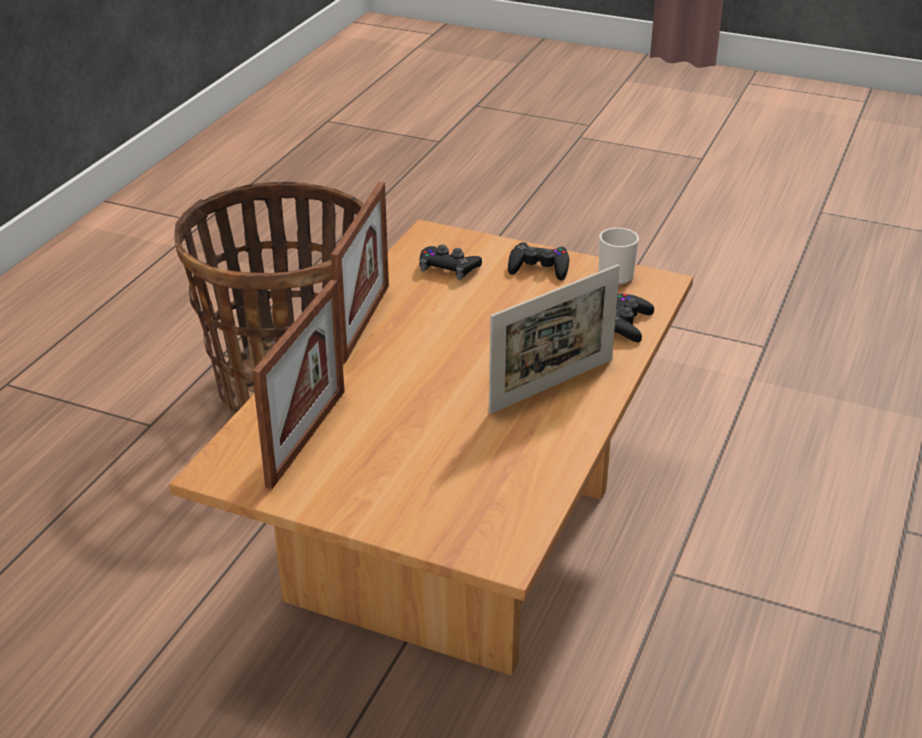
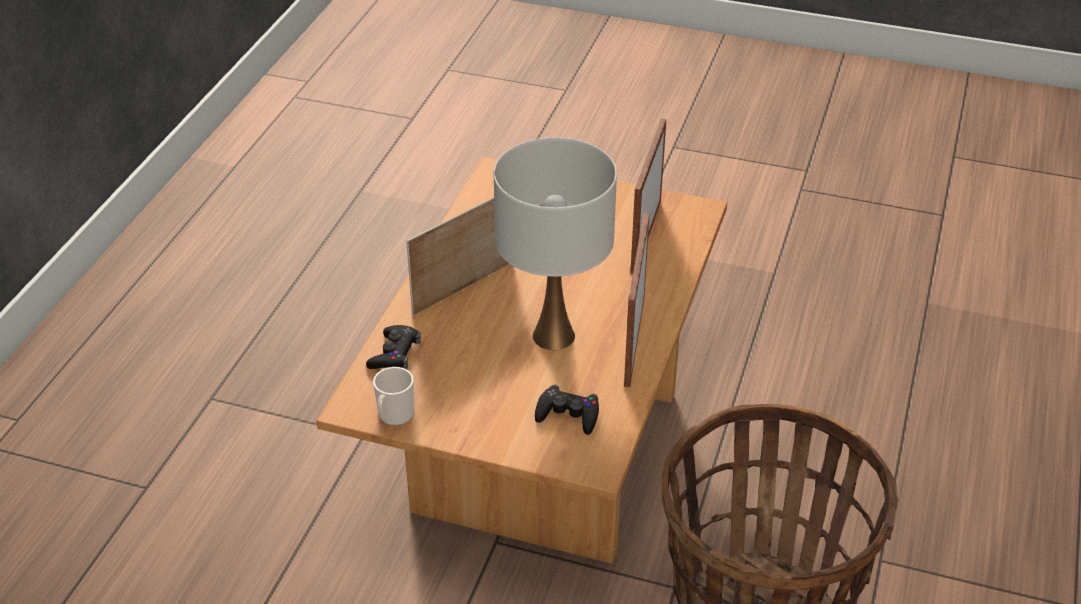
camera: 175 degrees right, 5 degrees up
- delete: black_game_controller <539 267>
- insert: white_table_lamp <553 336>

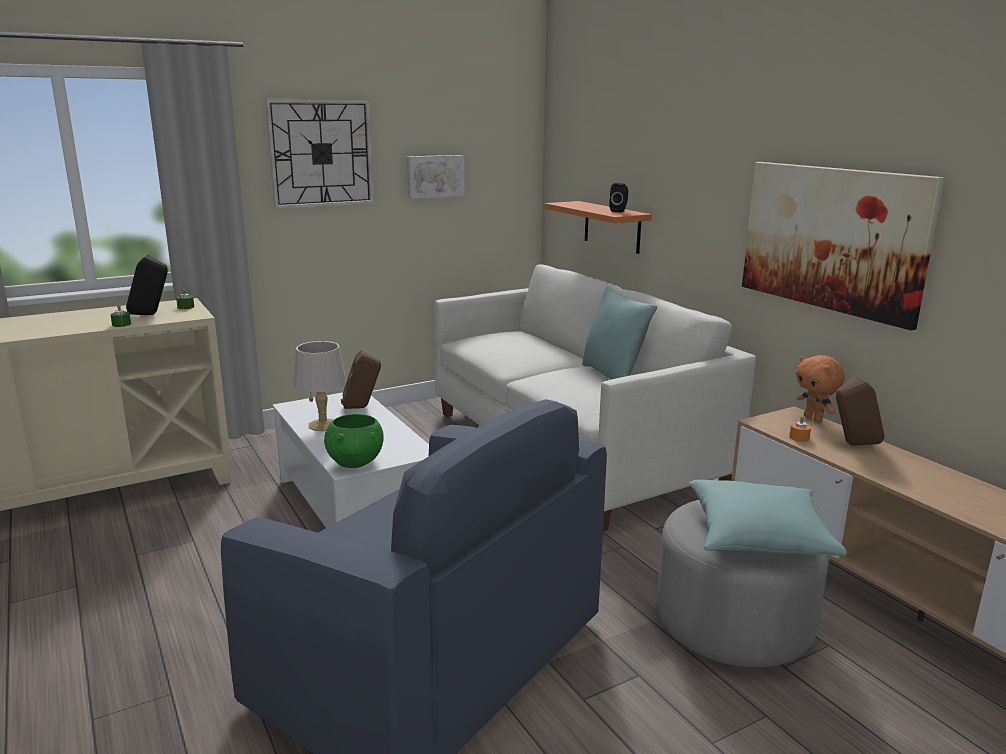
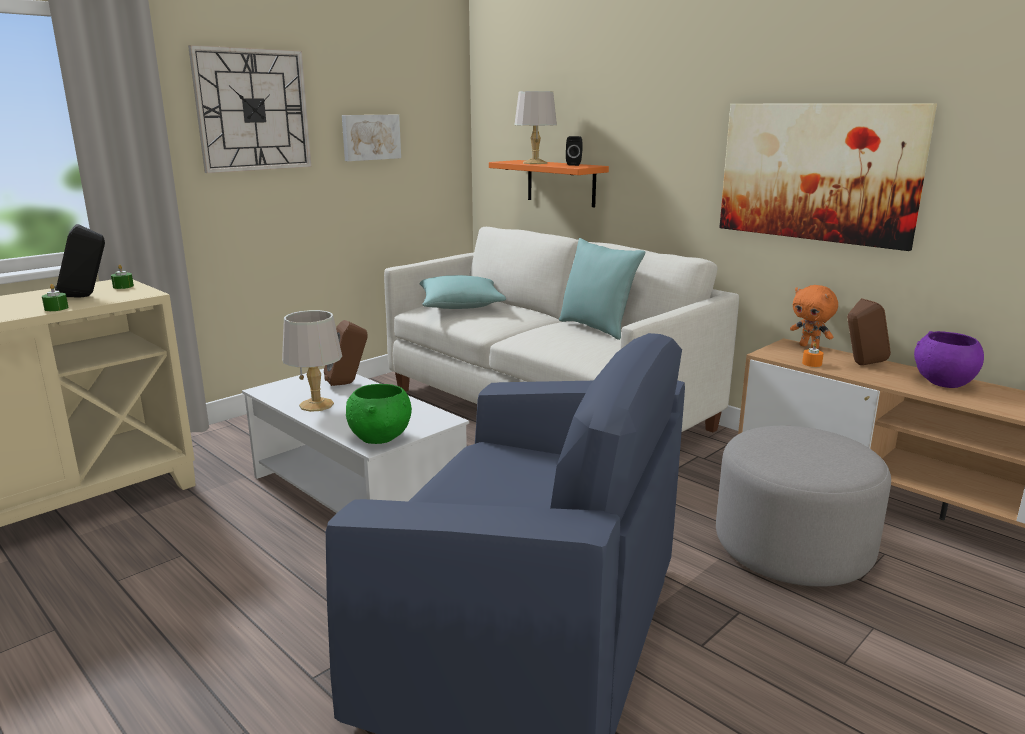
camera: 15 degrees left, 0 degrees up
- move: turquoise_pillow <758 537> to <461 305>
- insert: grey_table_lamp <535 163>
- insert: purple_bowl <943 383>

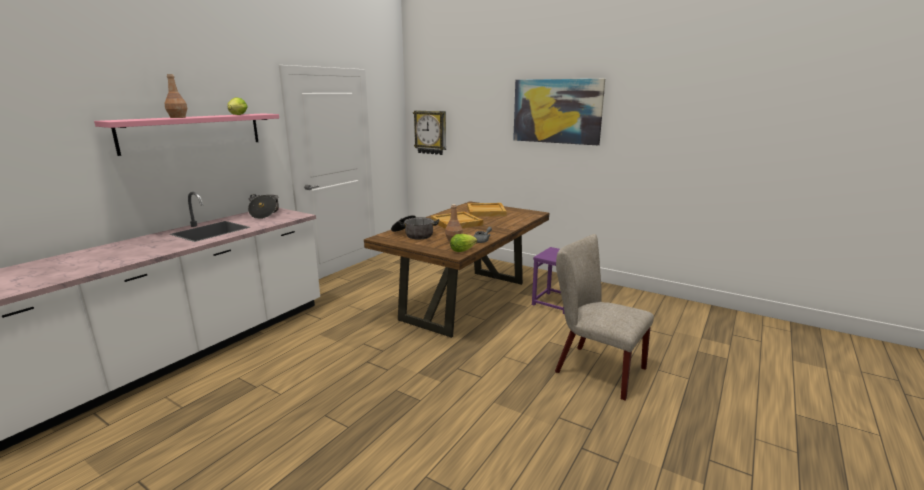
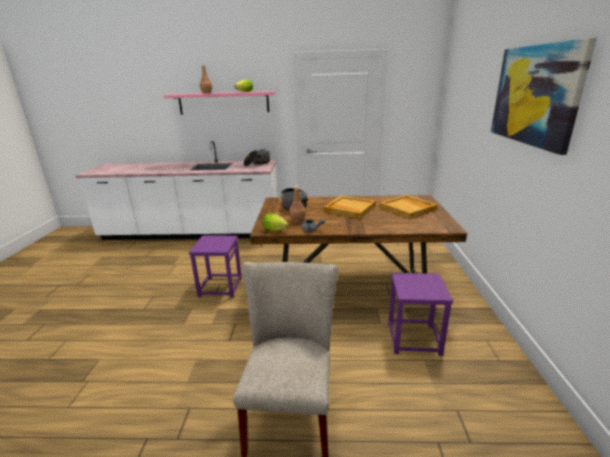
camera: 60 degrees right, 5 degrees up
- delete: wall_clock <431 132>
- insert: purple_stool <220 287>

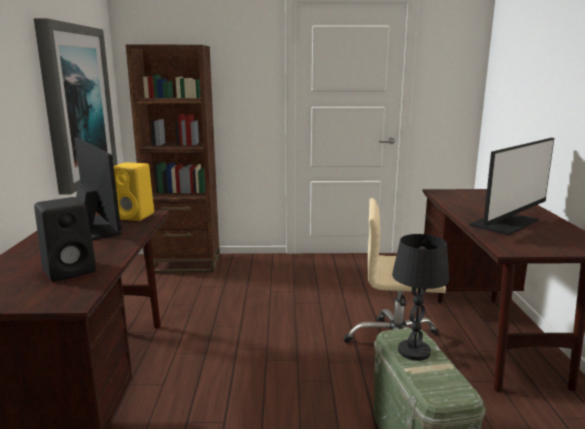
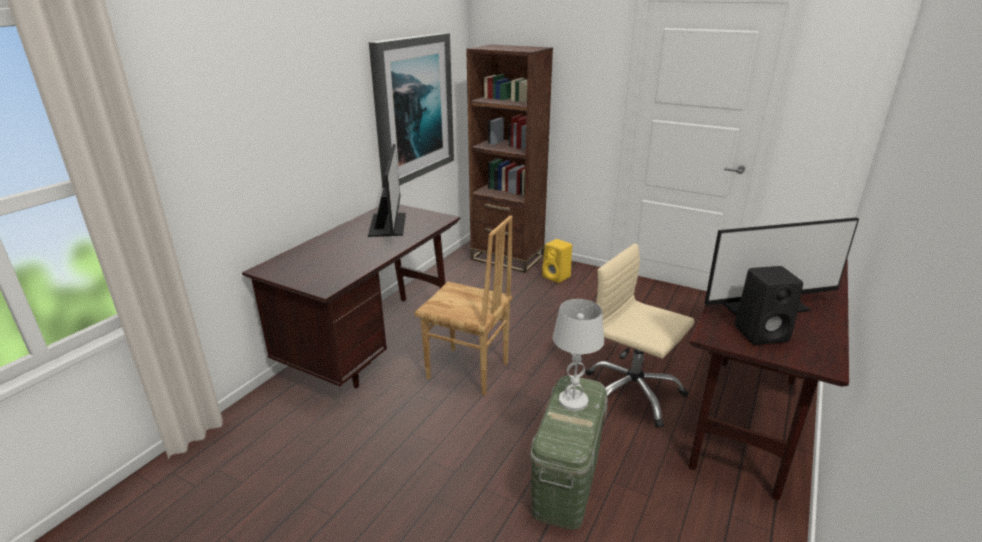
camera: 30 degrees right, 10 degrees up
- move: yellow_speaker <135 216> to <557 277>
- move: black_speaker <71 270> to <762 333>
- recolor: black_table_lamp <414 351> to white_table_lamp <573 401>
- insert: brown_chair <467 372>

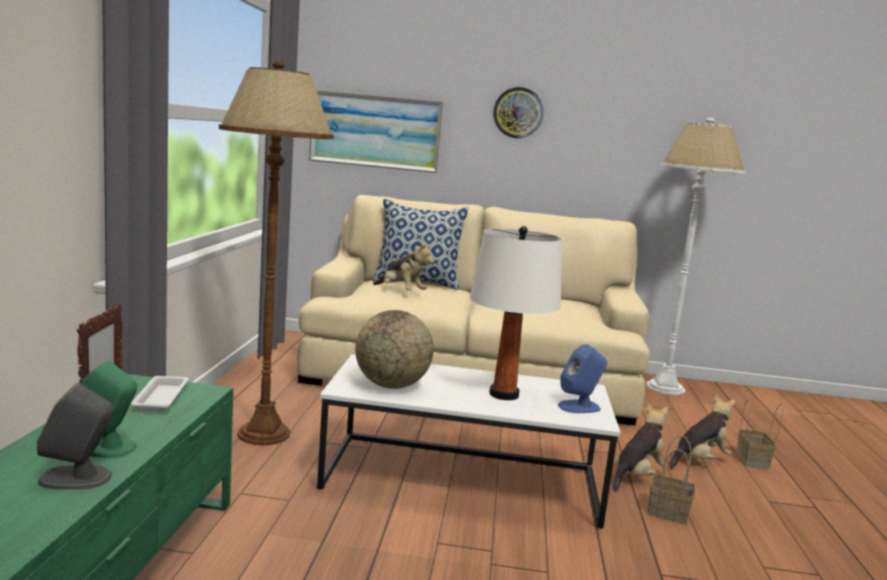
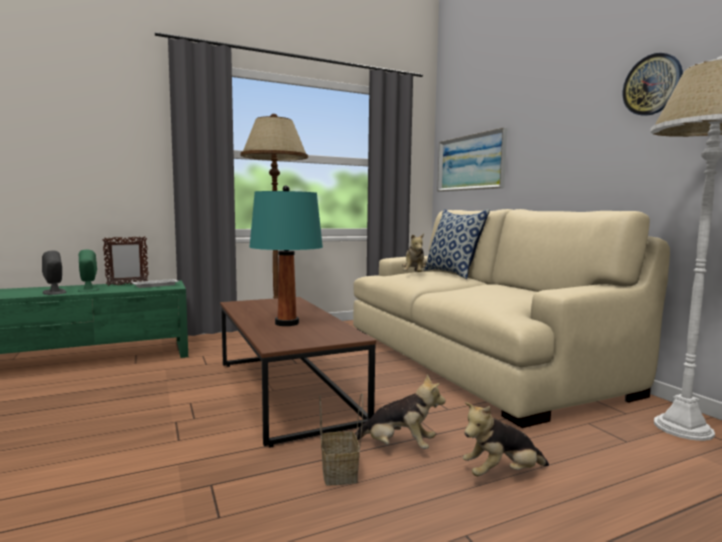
camera: 60 degrees right, 5 degrees down
- move: wall_clock <518 113> to <652 85>
- recolor: white_table_lamp <503 394> to turquoise_table_lamp <286 323>
- delete: globe <391 385>
- delete: blue_speaker <579 407>
- recolor: white_coffee_table <462 480> to brown_coffee_table <286 391>
- rotate: plush_toy <699 460> = <502 474> 135 degrees clockwise
- delete: basket <753 461>

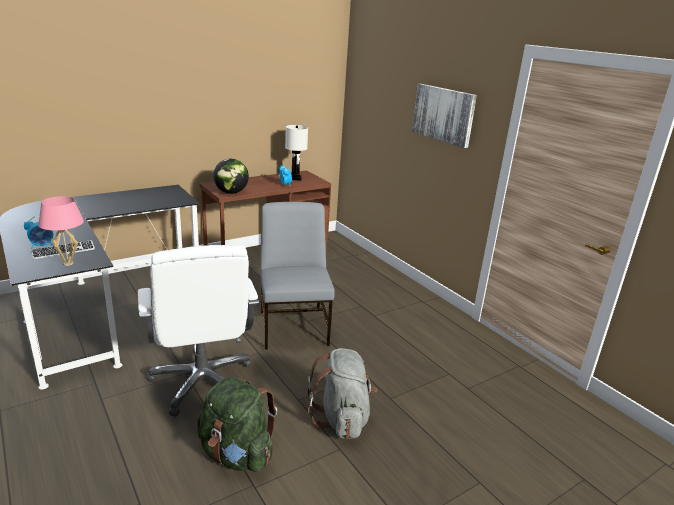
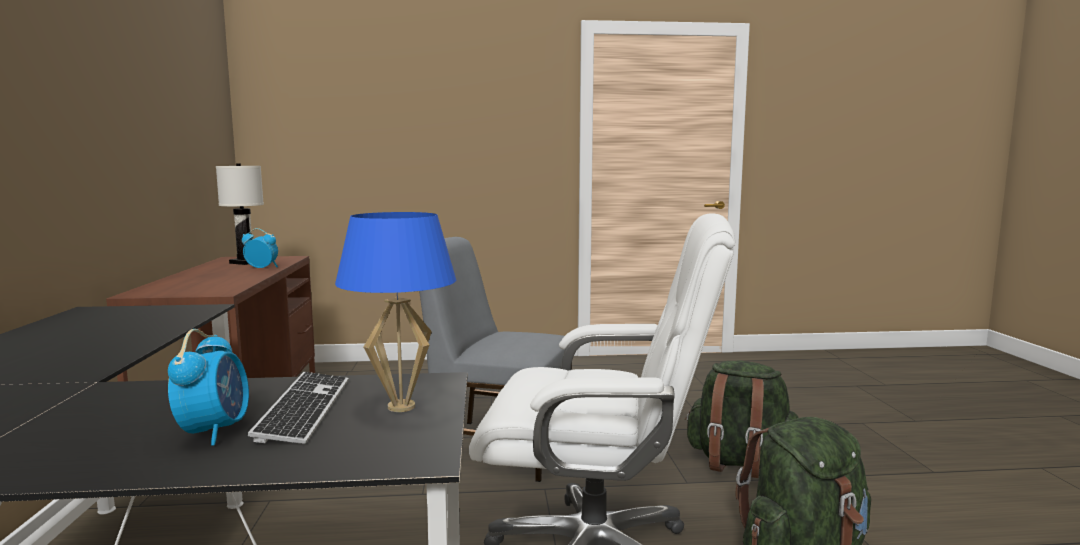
camera: 60 degrees left, 15 degrees down
- delete: picture <443 114>
- delete: globe <231 192>
- recolor: pink_table_lamp <68 263> to blue_table_lamp <401 407>
- recolor: grey_backpack <342 418> to green_backpack <739 463>

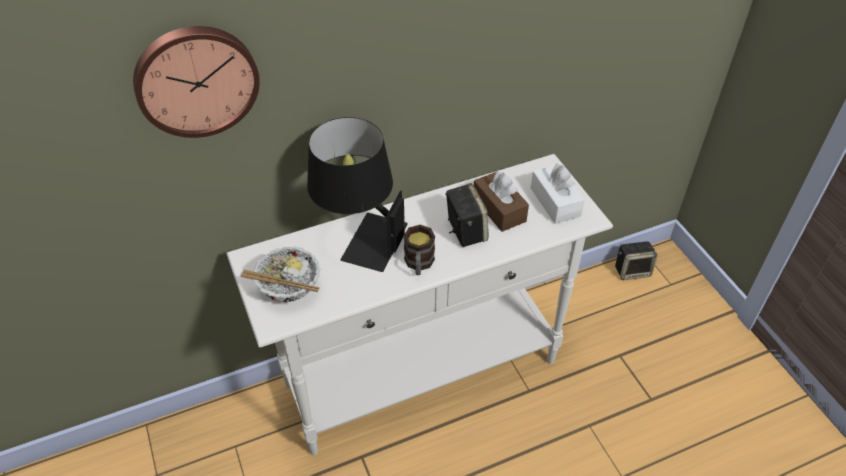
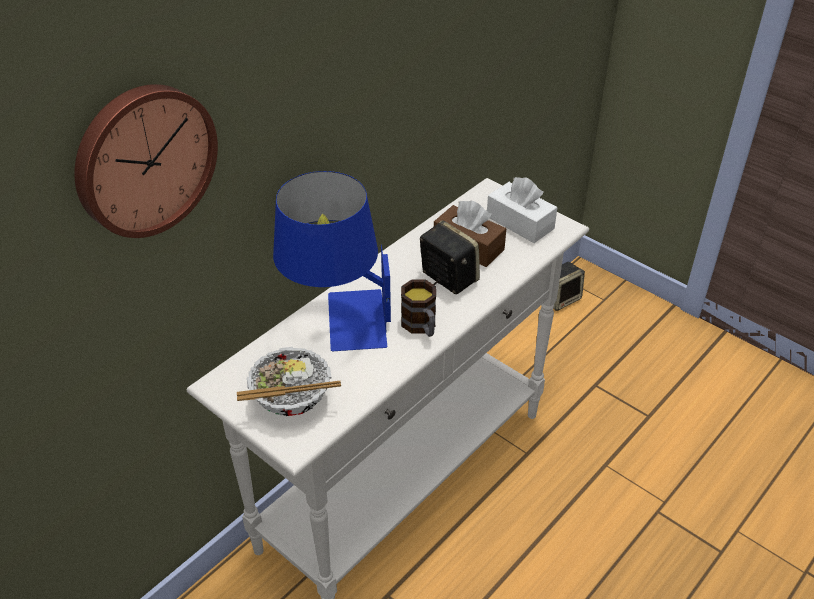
camera: 25 degrees left, 5 degrees down
- recolor: black_table_lamp <360 238> to blue_table_lamp <337 321>

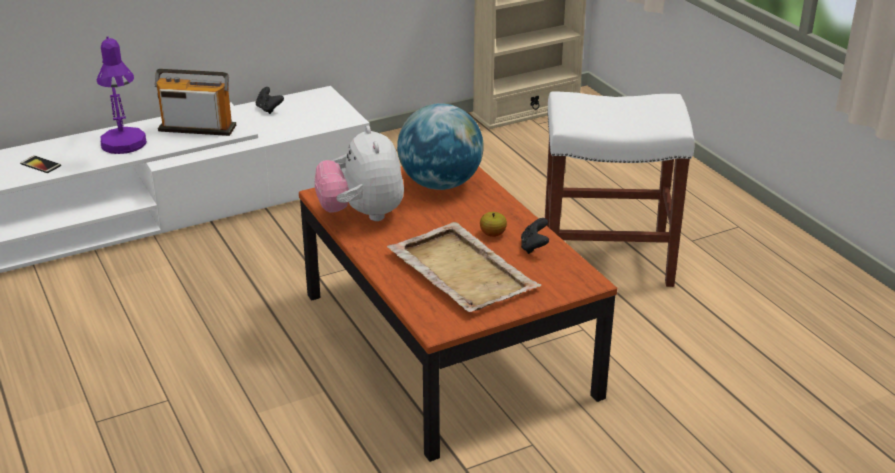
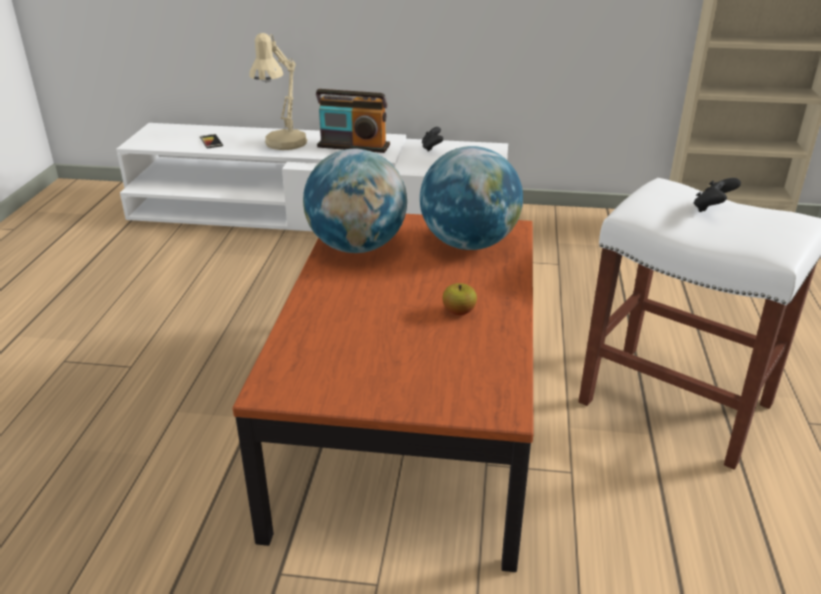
camera: 35 degrees right, 0 degrees up
- recolor: purple_table_lamp <125 148> to beige_table_lamp <282 146>
- rotate: radio <197 128> = <353 146> 150 degrees clockwise
- replace: plush_toy <362 214> to globe <357 247>
- move: black_game_controller <534 247> to <712 209>
- delete: beige_tray <461 270>

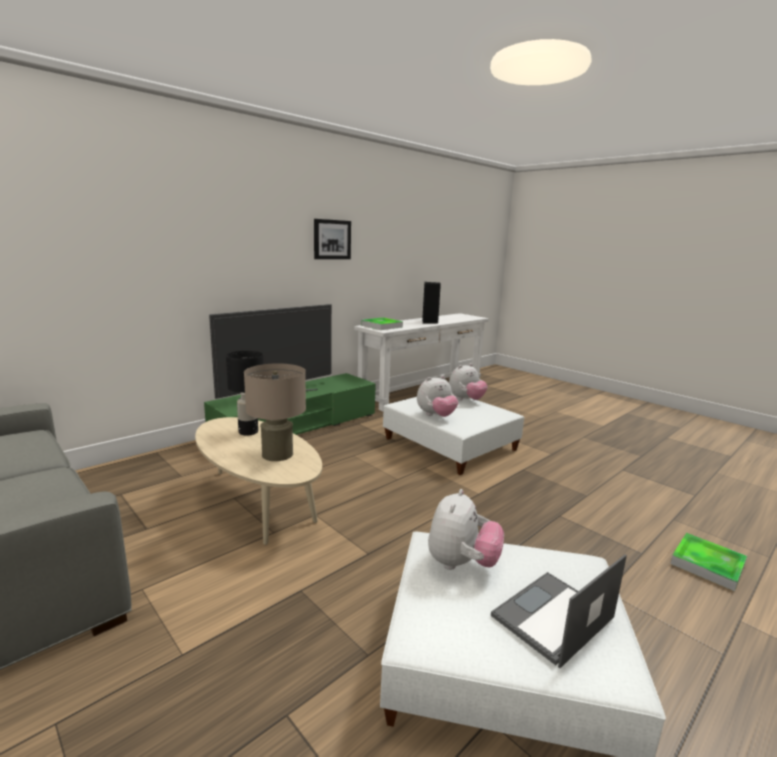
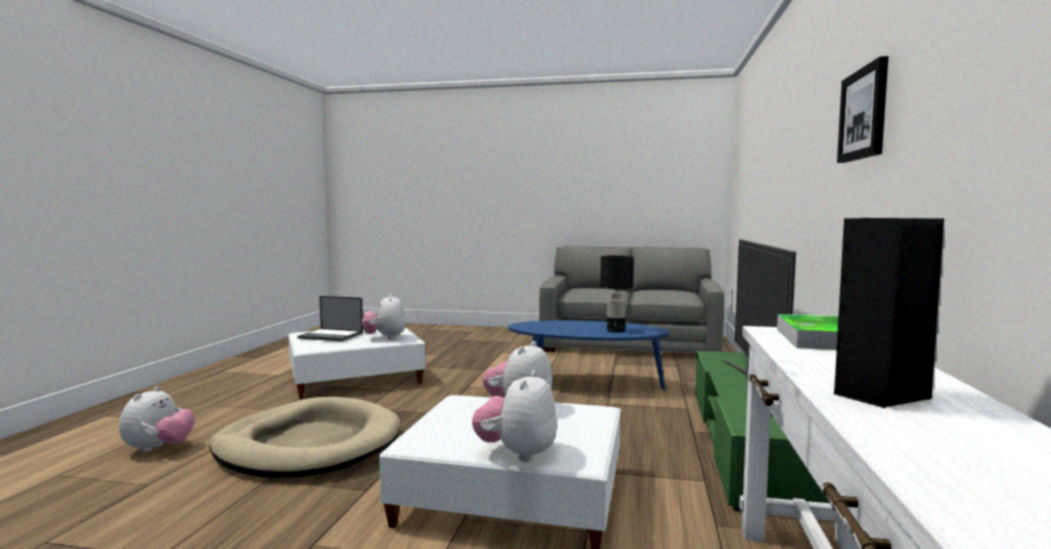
camera: 145 degrees right, 10 degrees down
- delete: beige_table_lamp <277 454>
- recolor: beige_coffee_table <257 505> to blue_coffee_table <586 384>
- replace: tray <707 564> to plush_toy <159 448>
- rotate: laptop <552 618> = <332 335> 90 degrees clockwise
- insert: beige_dog_bed <309 445>

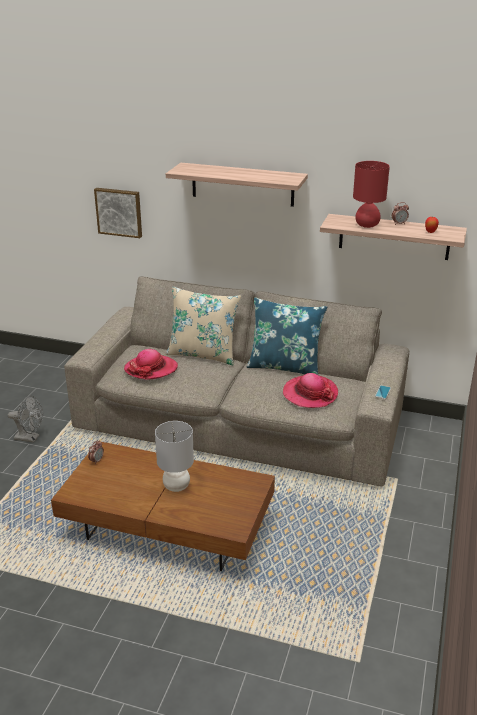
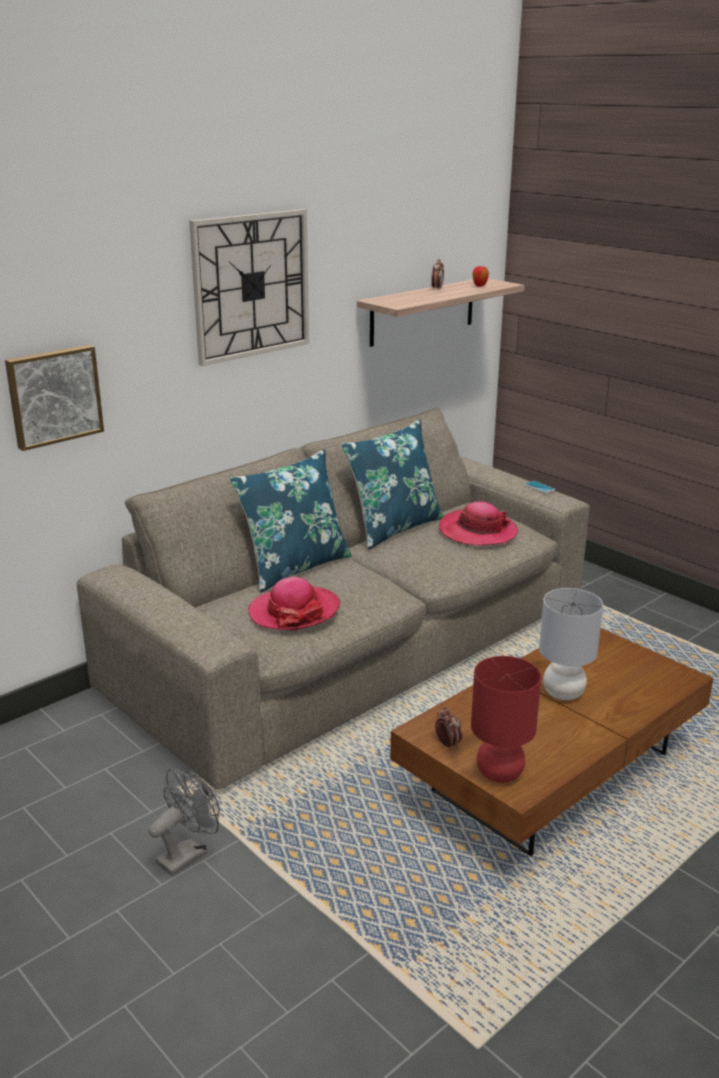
camera: 60 degrees left, 5 degrees down
- move: red_table_lamp <366 225> to <499 774>
- replace: shelf <242 184> to wall_clock <251 286>
- recolor: beige_pillow <203 354> to blue_pillow <294 567>

